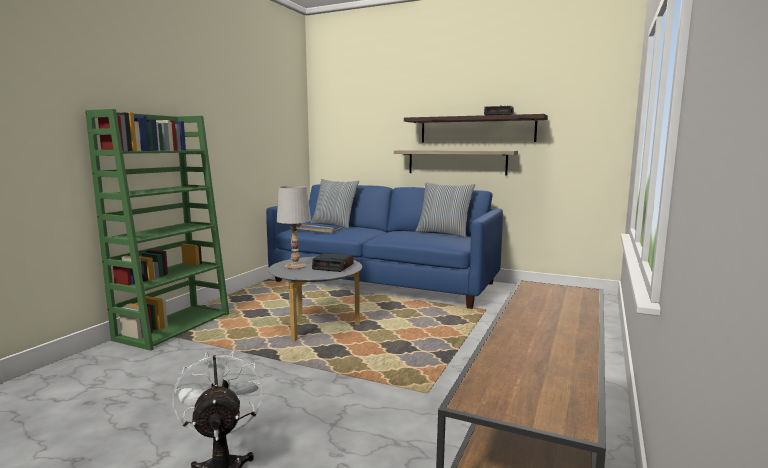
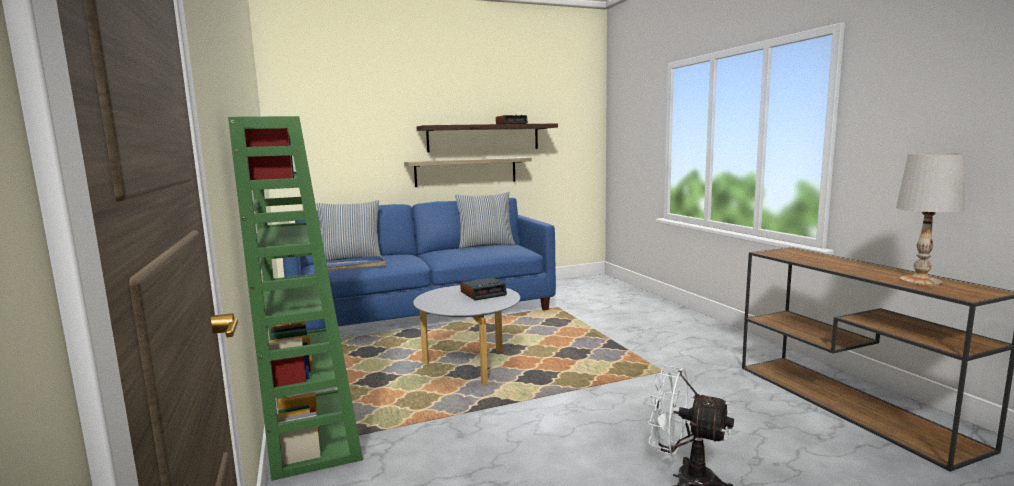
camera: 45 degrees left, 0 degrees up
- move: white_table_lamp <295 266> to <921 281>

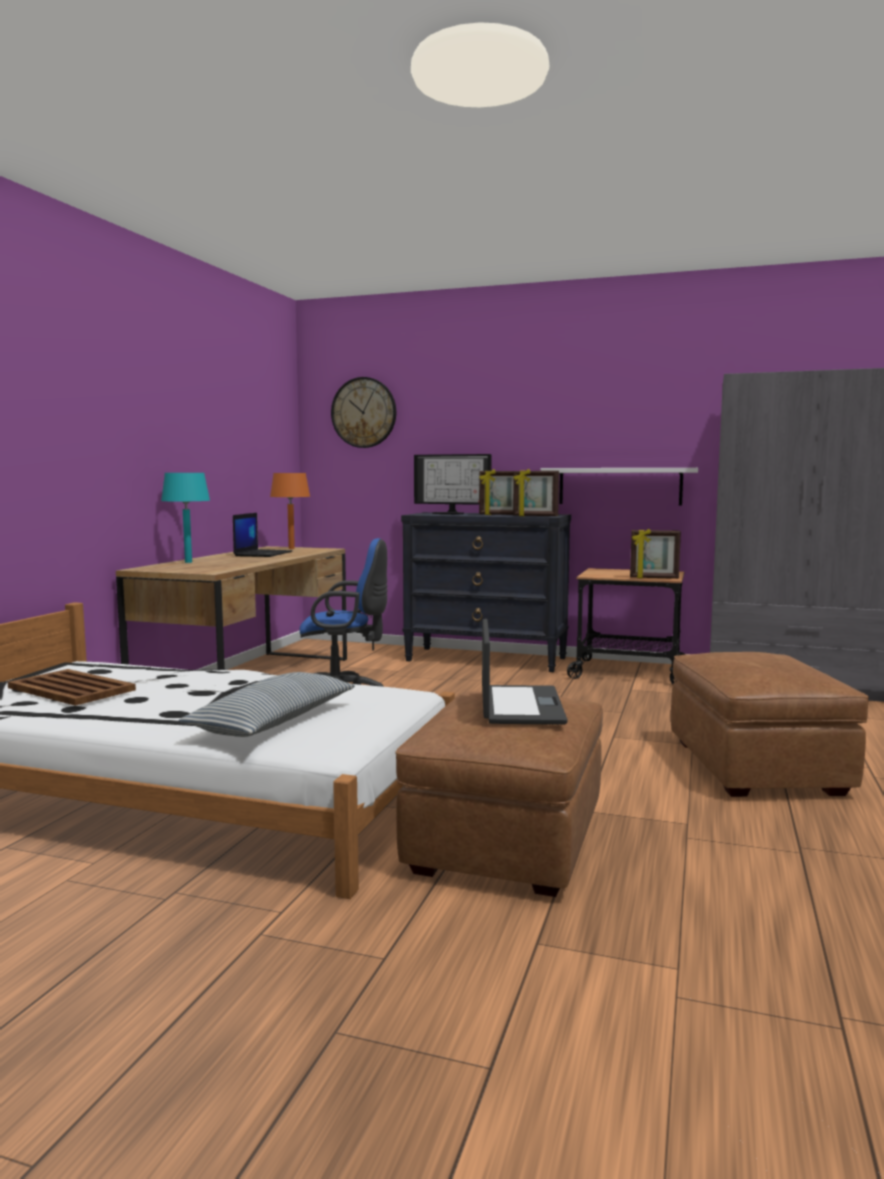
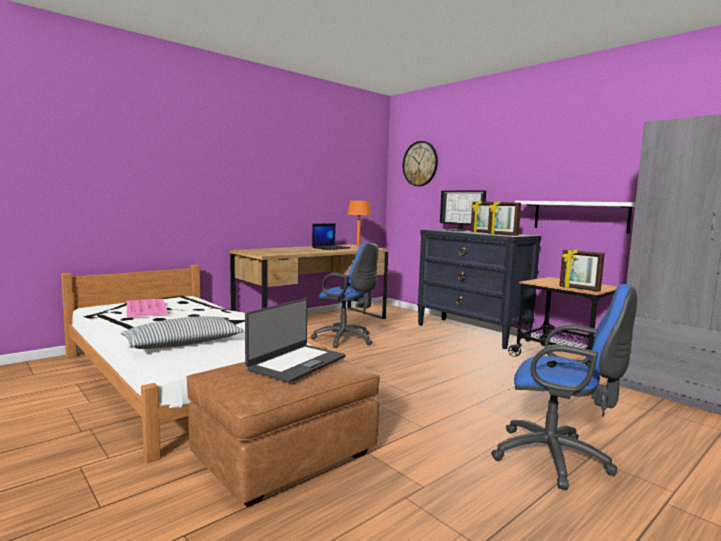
camera: 30 degrees right, 0 degrees up
- delete: turquoise_table_lamp <188 562>
- replace: brown_ottoman <756 767> to blue_office_chair <557 459>
- recolor: brown_tray <71 689> to pink_tray <146 309>

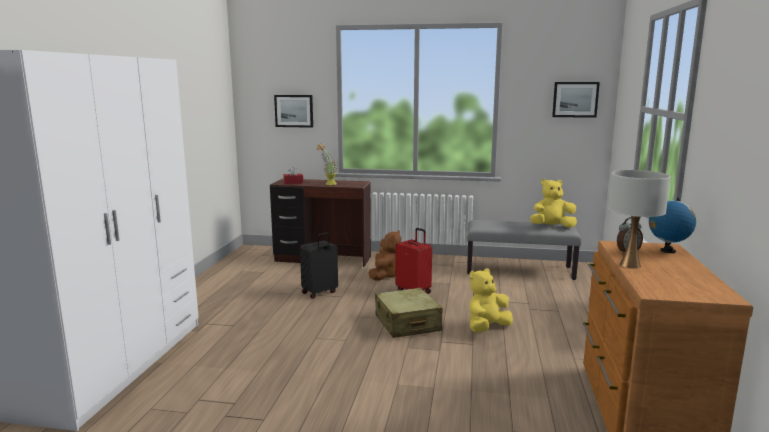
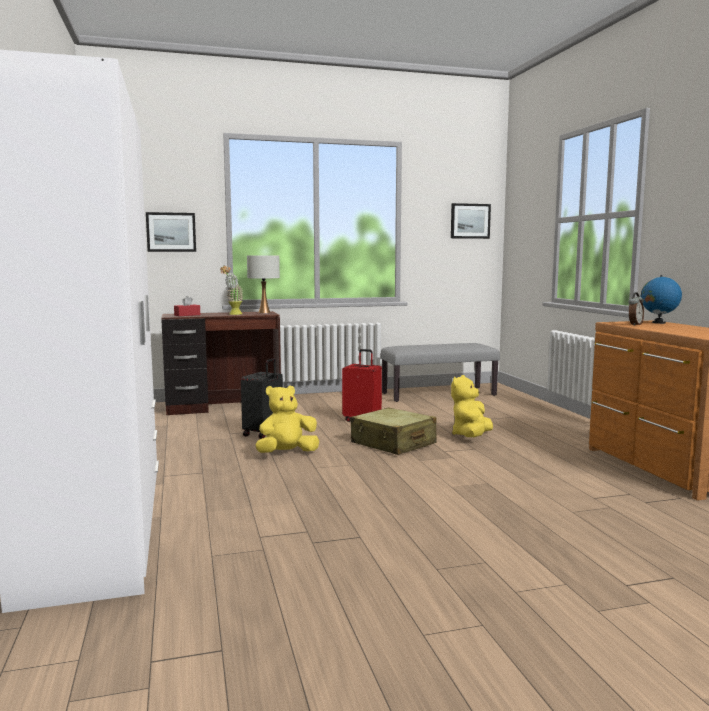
camera: 25 degrees left, 5 degrees down
- move: white_table_lamp <630 265> to <264 312>
- move: yellow_plush_toy <552 227> to <287 453>
- delete: brown_plush_toy <384 275>

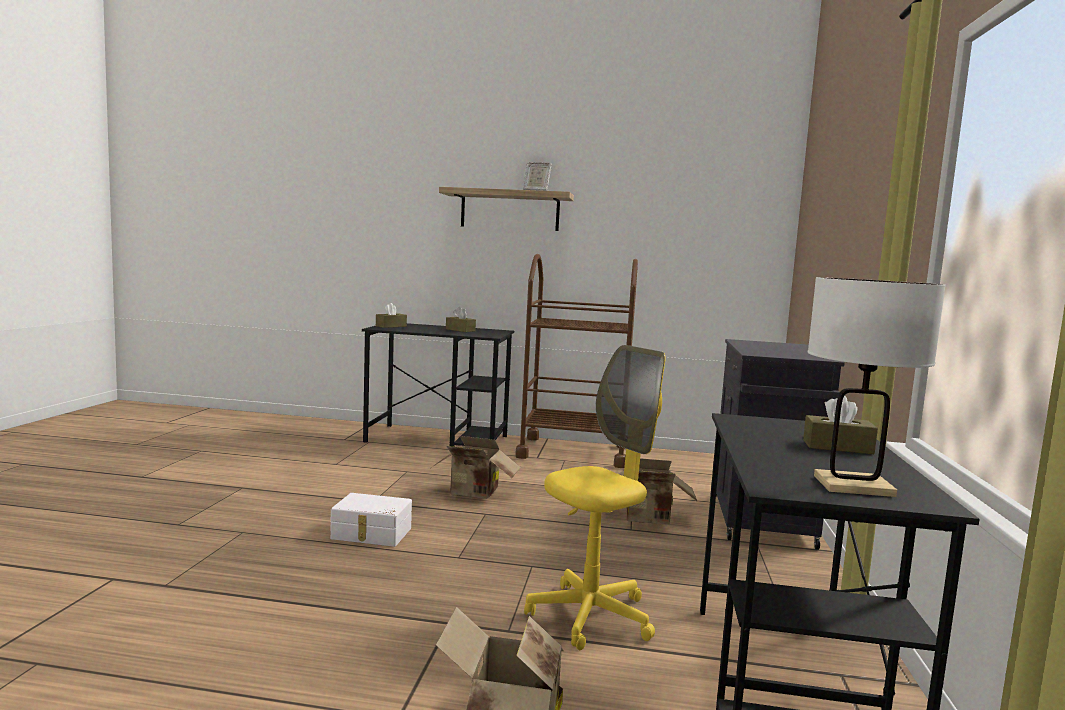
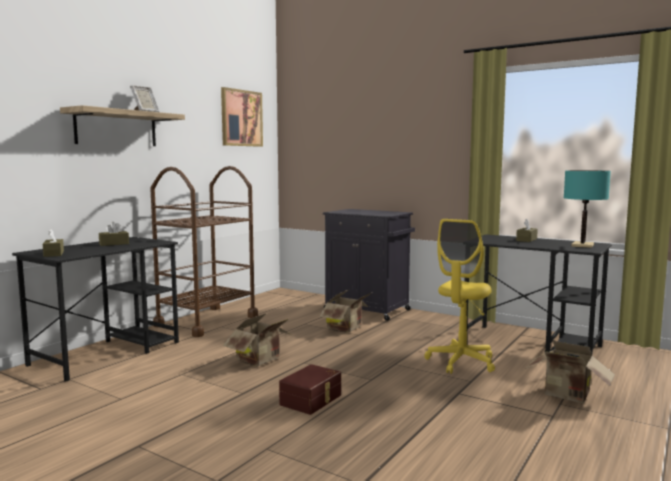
camera: 65 degrees left, 0 degrees up
- recolor: white_table_lamp <853 486> to turquoise_table_lamp <582 245>
- rotate: yellow_office_chair <591 616> = <461 362> 135 degrees counterclockwise
- recolor: white_storage_box <371 534> to brown_storage_box <312 400>
- insert: picture <241 118>

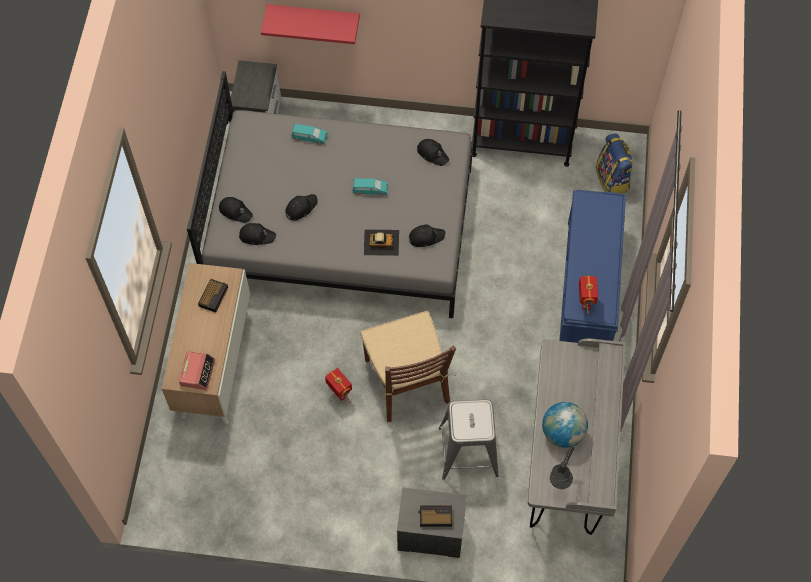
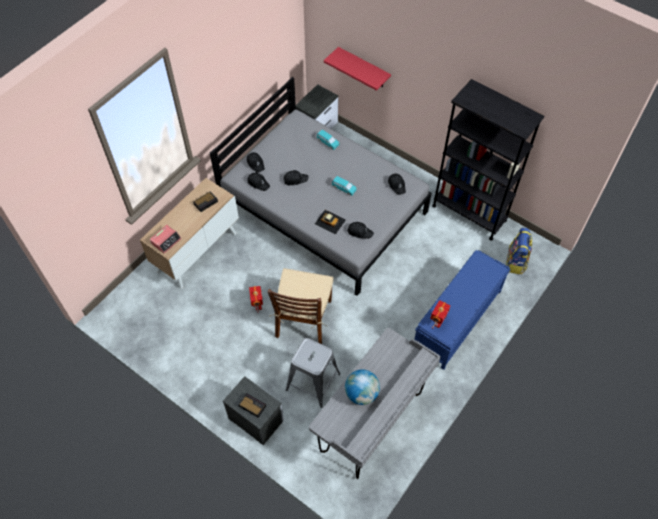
camera: 30 degrees right, 5 degrees down
- delete: black_table_lamp <559 481>

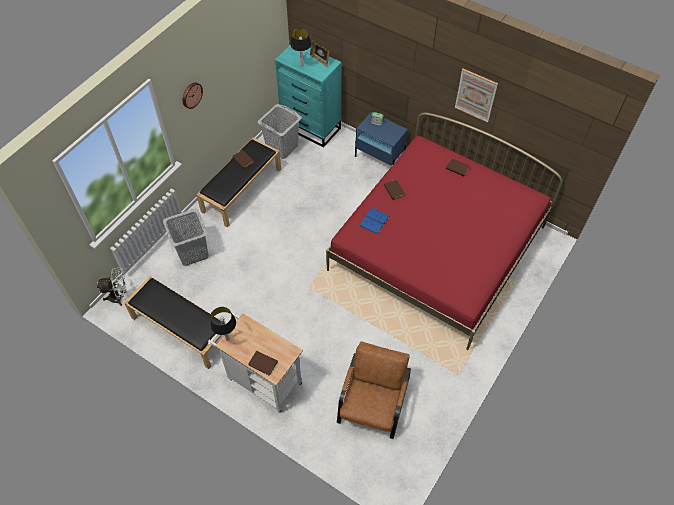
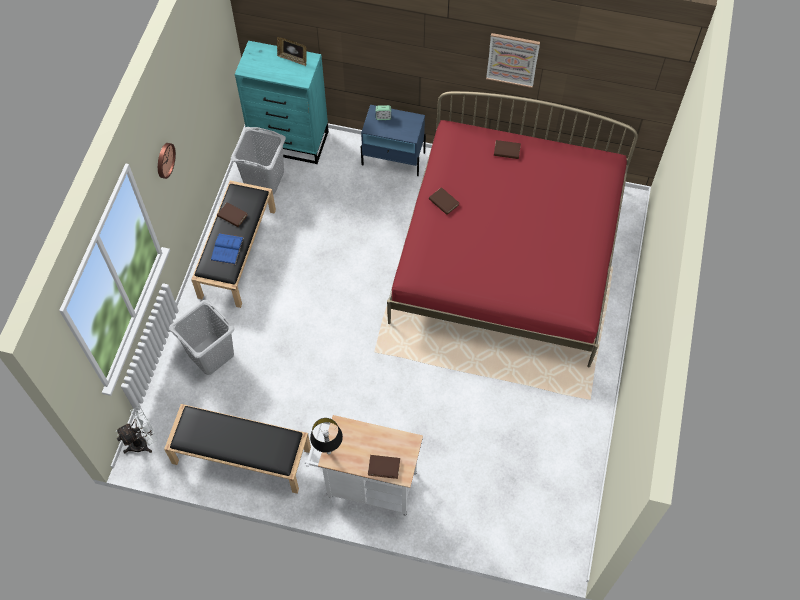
camera: 20 degrees left, 5 degrees up
- delete: table_lamp <301 65>
- move: blue_book <374 221> to <227 248>
- delete: brown_armchair <373 402>

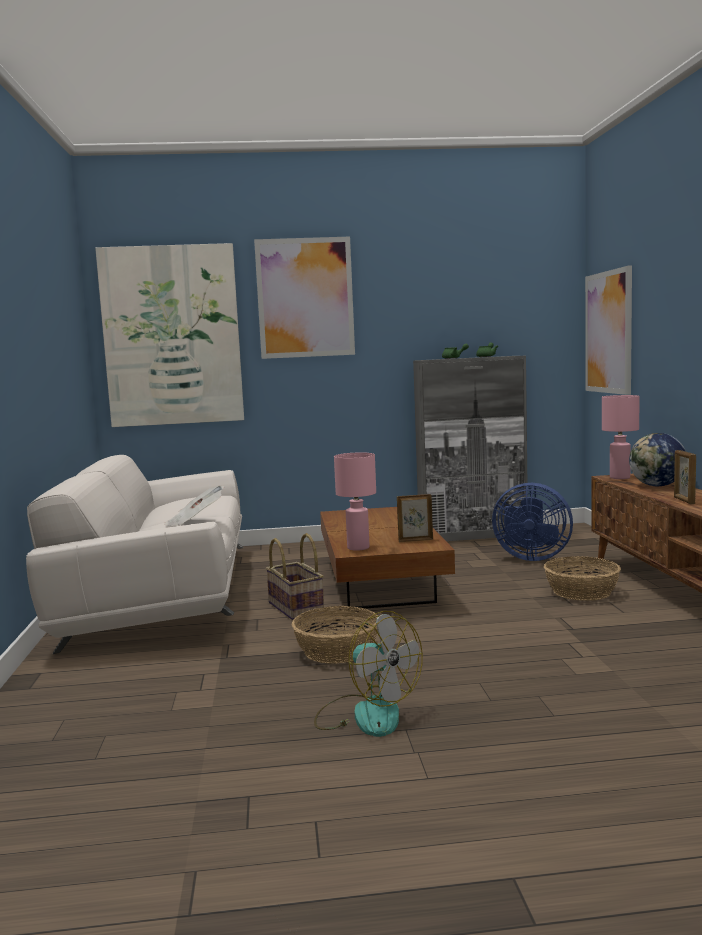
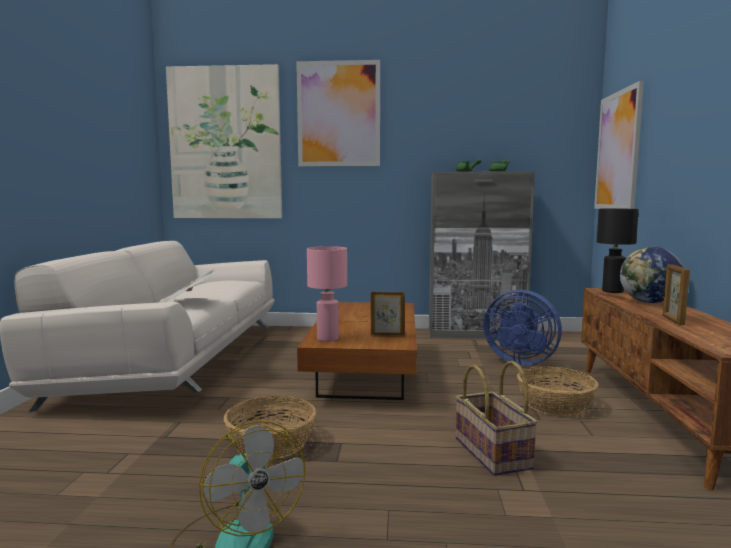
camera: 10 degrees right, 0 degrees up
- recolor: pink_table_lamp <619 478> to black_table_lamp <612 291>
- move: basket <297 608> to <493 453>

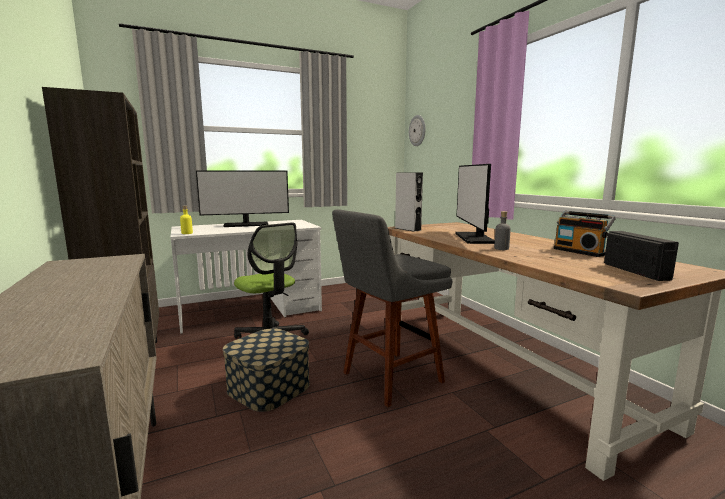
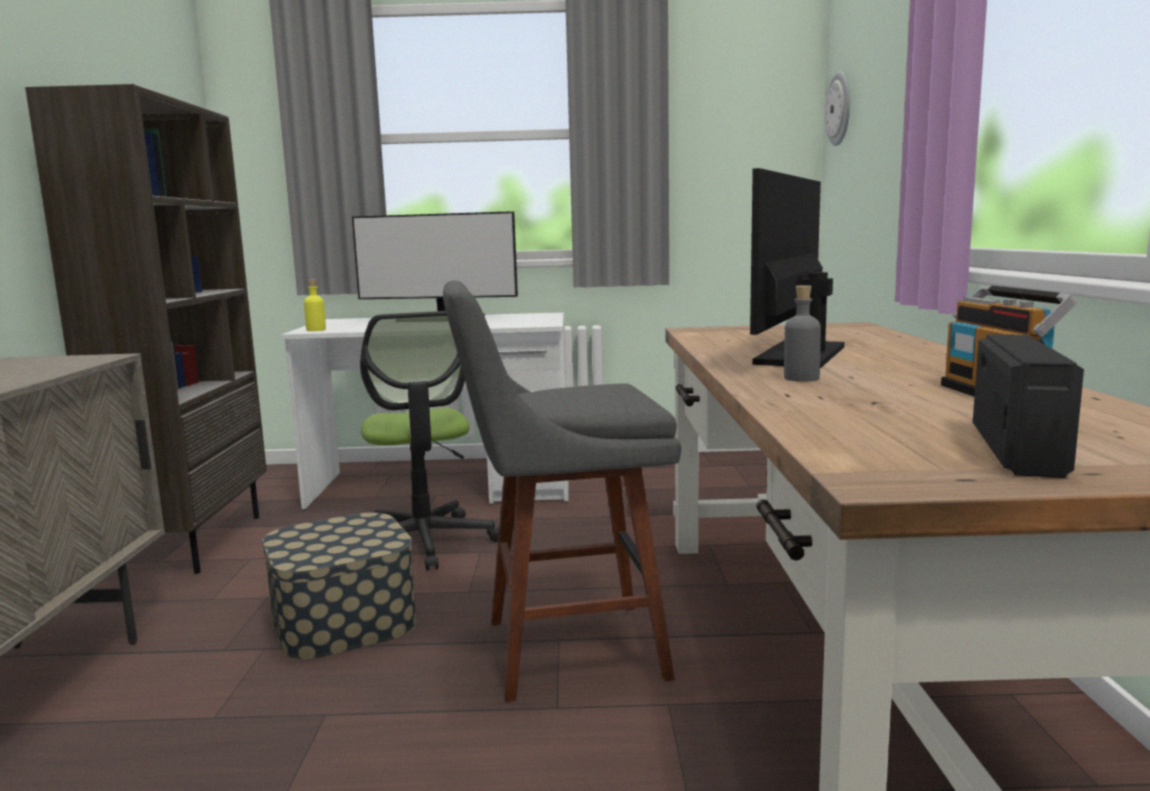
camera: 25 degrees right, 0 degrees up
- delete: grey_speaker <408 229>

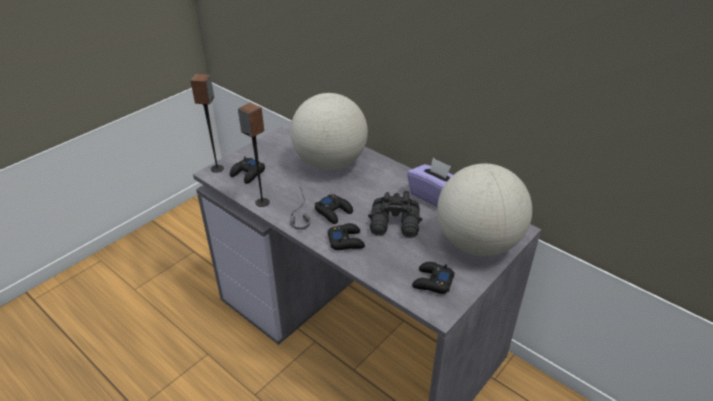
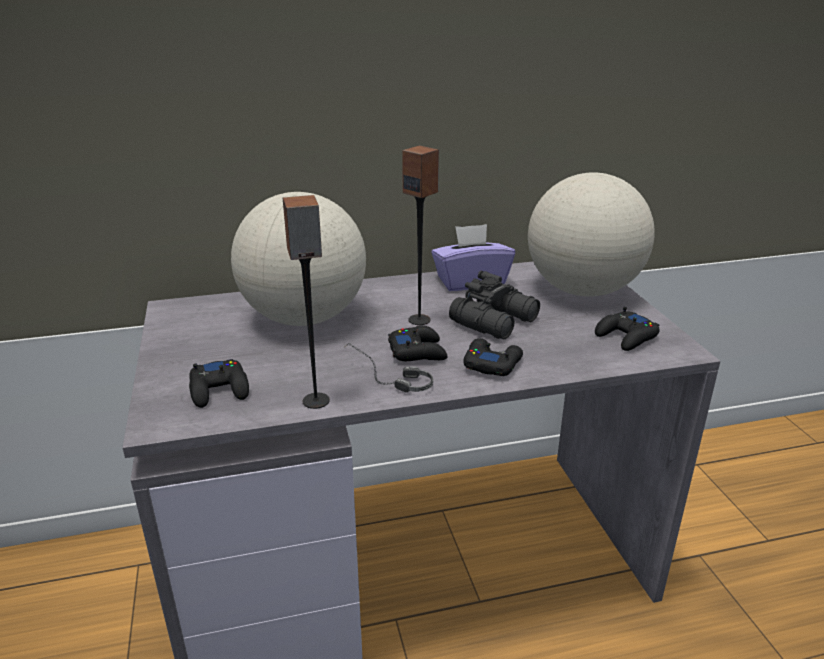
camera: 55 degrees left, 10 degrees down
- move: speaker <217 169> to <419 320>

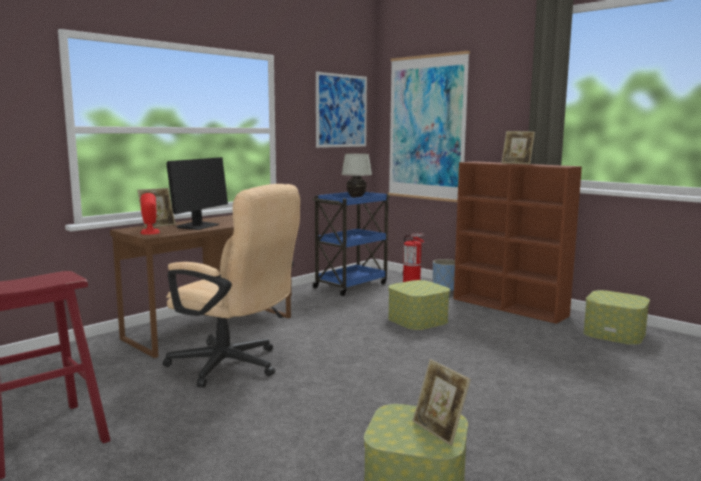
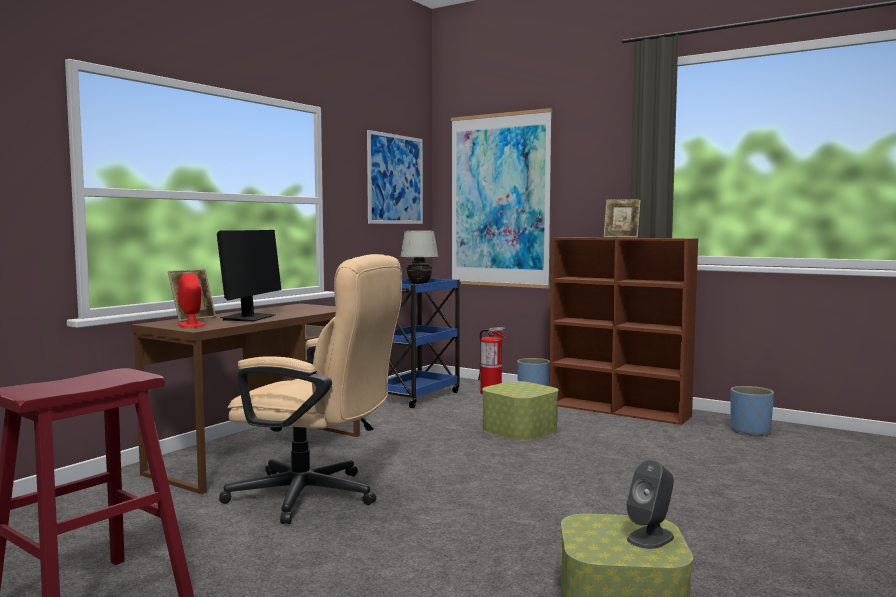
camera: 10 degrees left, 5 degrees down
- replace: storage_box <614 333> to blue_planter <750 431>
- replace: picture_frame <439 430> to grey_speaker <650 537>

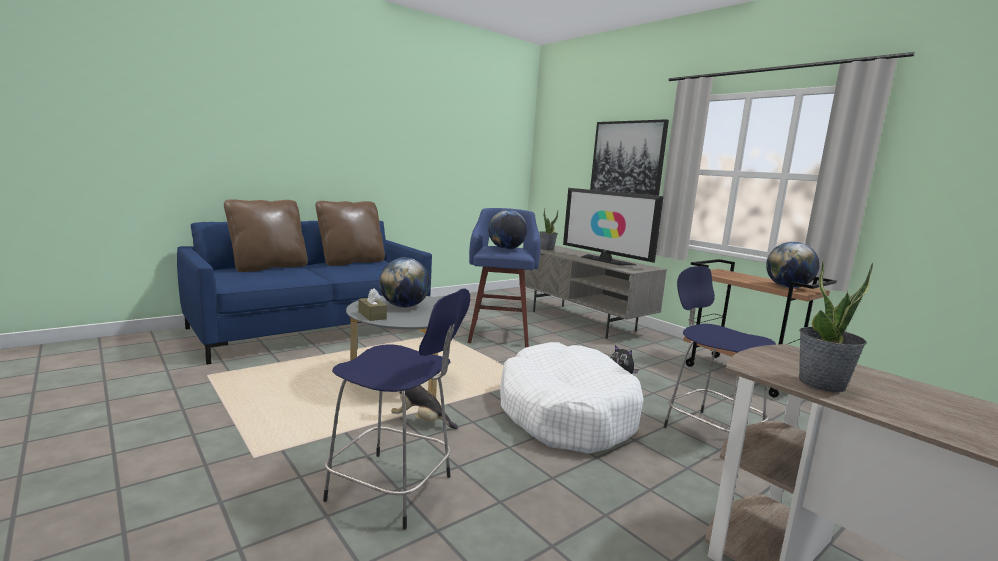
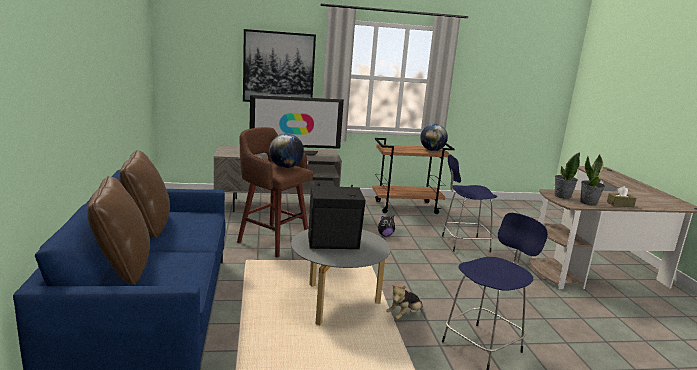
camera: 60 degrees left, 5 degrees up
- recolor: blue_stool <499 334> to brown_stool <272 241>
- move: potted_plant <546 249> to <562 196>
- replace: globe <404 306> to black_speaker <334 244>
- move: brown_tissue_box <372 315> to <620 204>
- delete: white_dog_bed <565 413>

